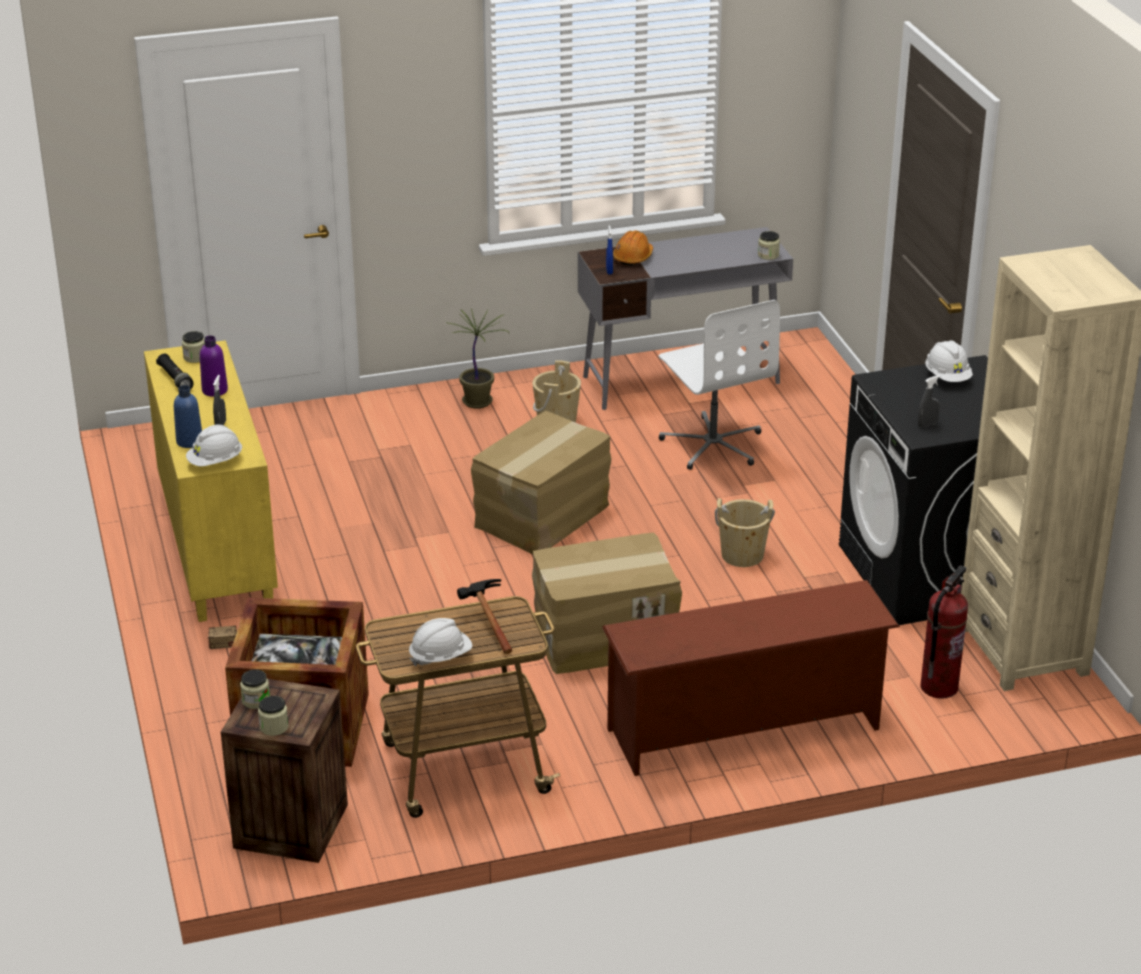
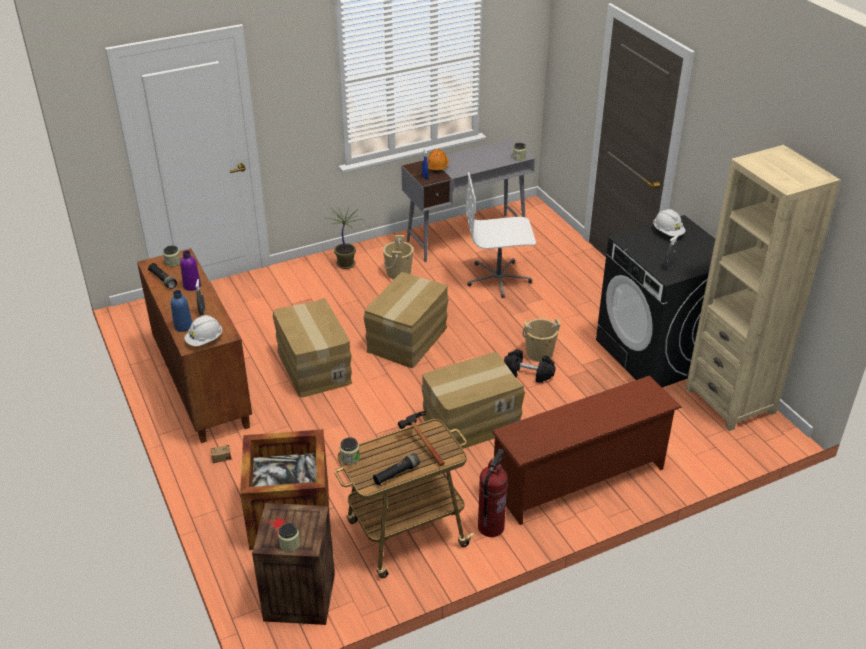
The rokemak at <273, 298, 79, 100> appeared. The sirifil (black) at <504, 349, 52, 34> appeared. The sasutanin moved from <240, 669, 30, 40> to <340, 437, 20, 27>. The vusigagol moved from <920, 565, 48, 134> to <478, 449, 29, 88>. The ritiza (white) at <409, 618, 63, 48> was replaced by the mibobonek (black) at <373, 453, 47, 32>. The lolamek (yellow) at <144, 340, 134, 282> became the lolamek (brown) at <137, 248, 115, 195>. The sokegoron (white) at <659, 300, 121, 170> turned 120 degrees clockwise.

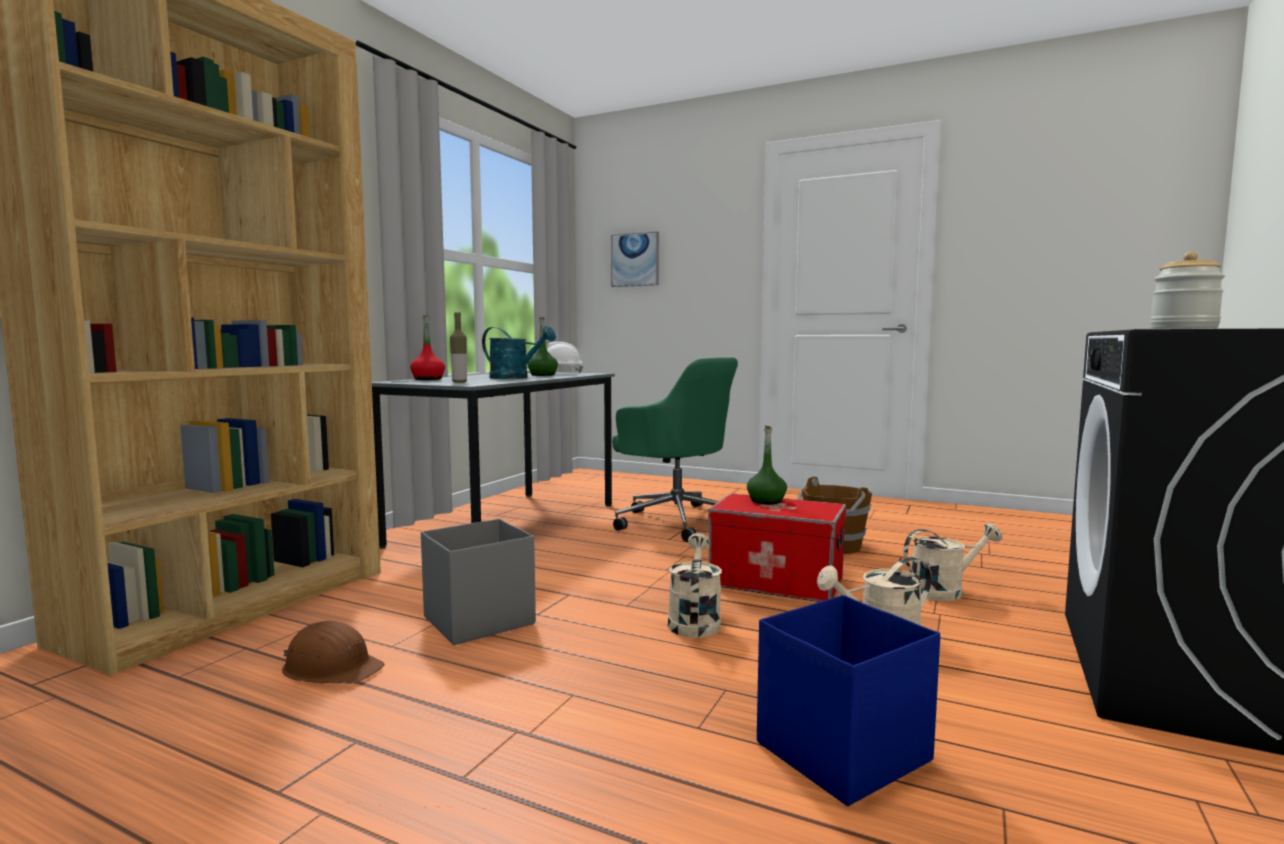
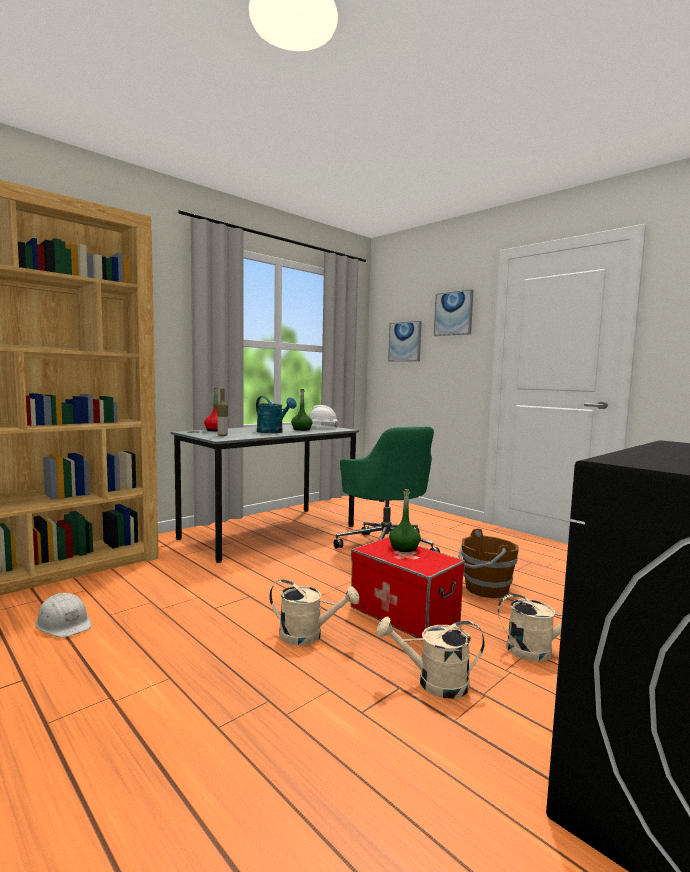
The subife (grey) at <421, 519, 115, 126> disappeared. The subife (blue) at <757, 595, 183, 211> disappeared. The sasutanin at <1150, 251, 75, 78> disappeared. The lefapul at <434, 289, 39, 47> appeared. The ritiza (brown) at <282, 621, 103, 63> became the ritiza (white) at <35, 593, 57, 45>. The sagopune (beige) at <668, 533, 54, 105> turned 75 degrees clockwise.

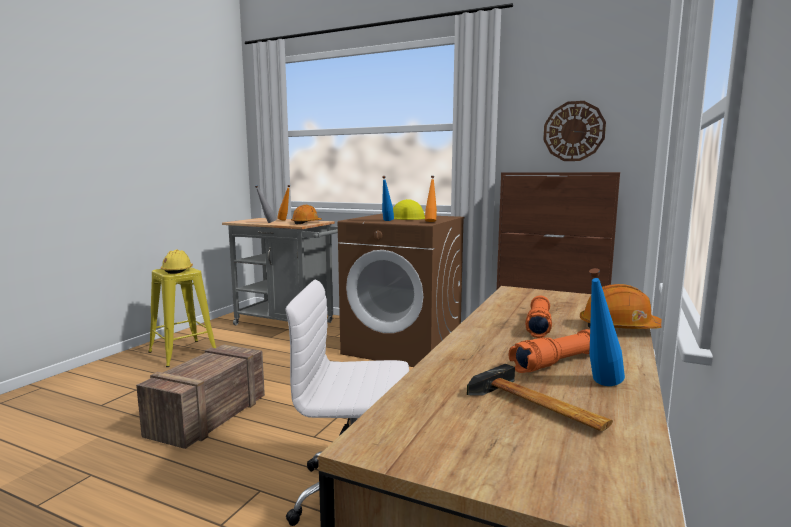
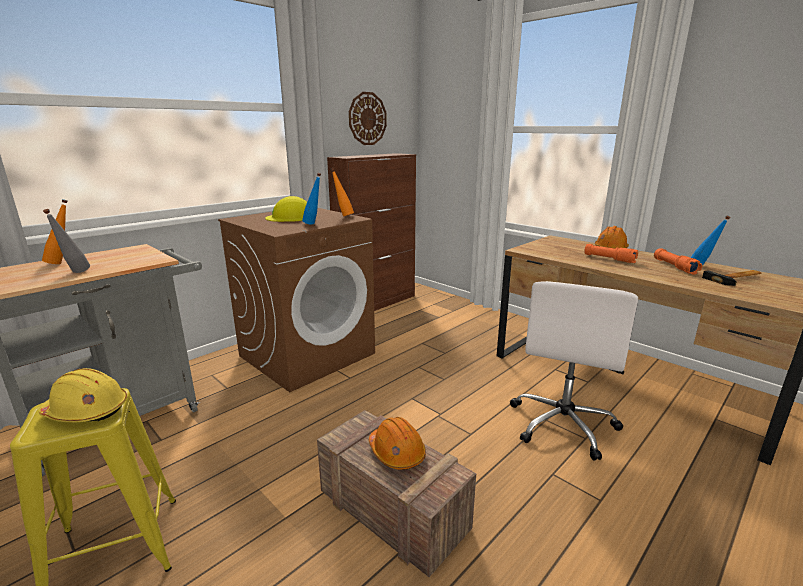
The ritiza (orange) moved from <291, 205, 31, 19> to <369, 417, 57, 53>.

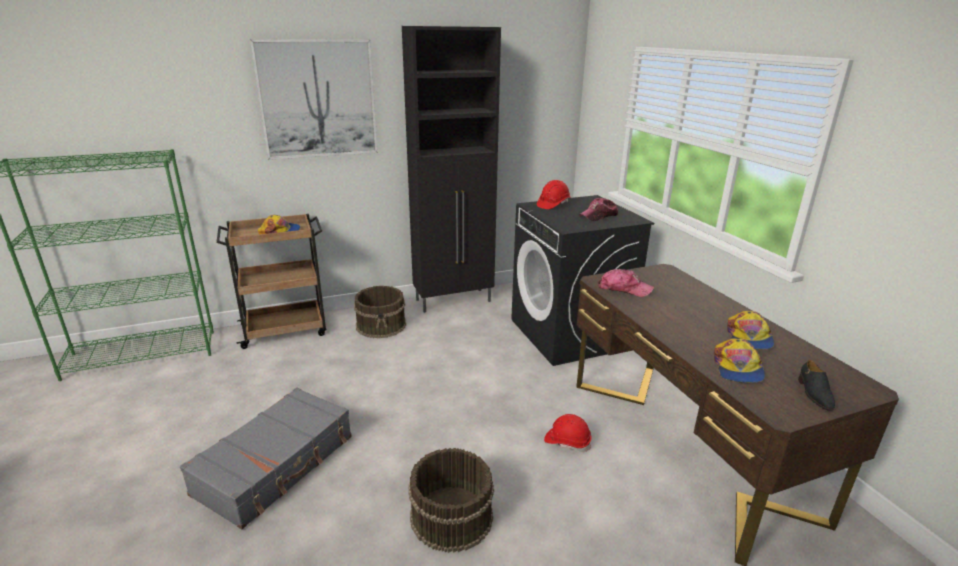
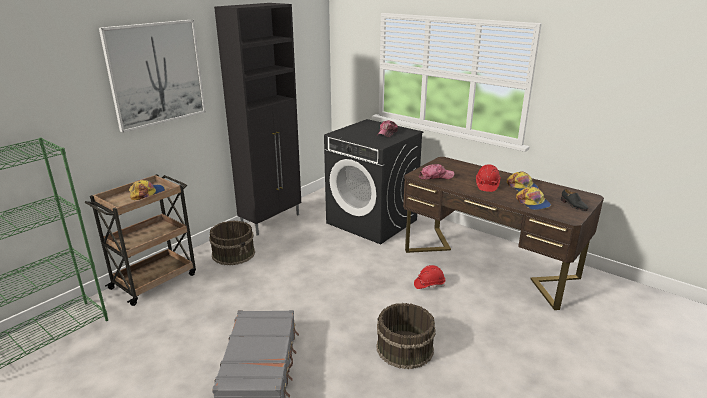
The ritiza (red) moved from <537, 180, 33, 29> to <476, 164, 25, 28>.

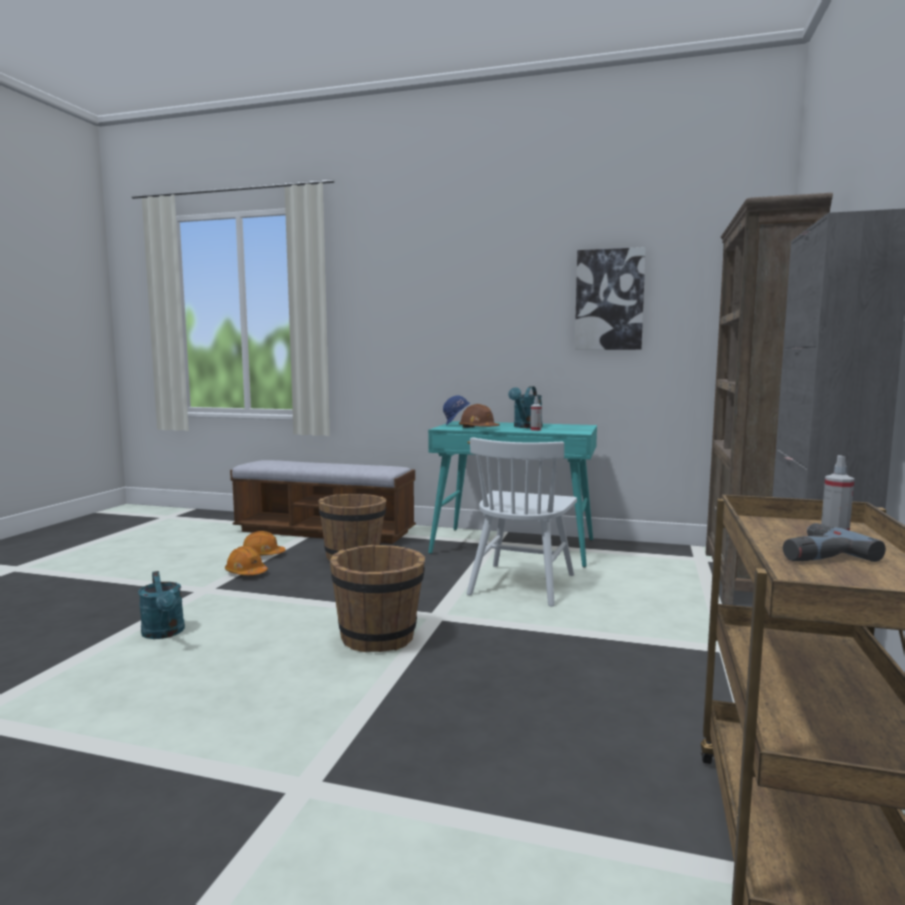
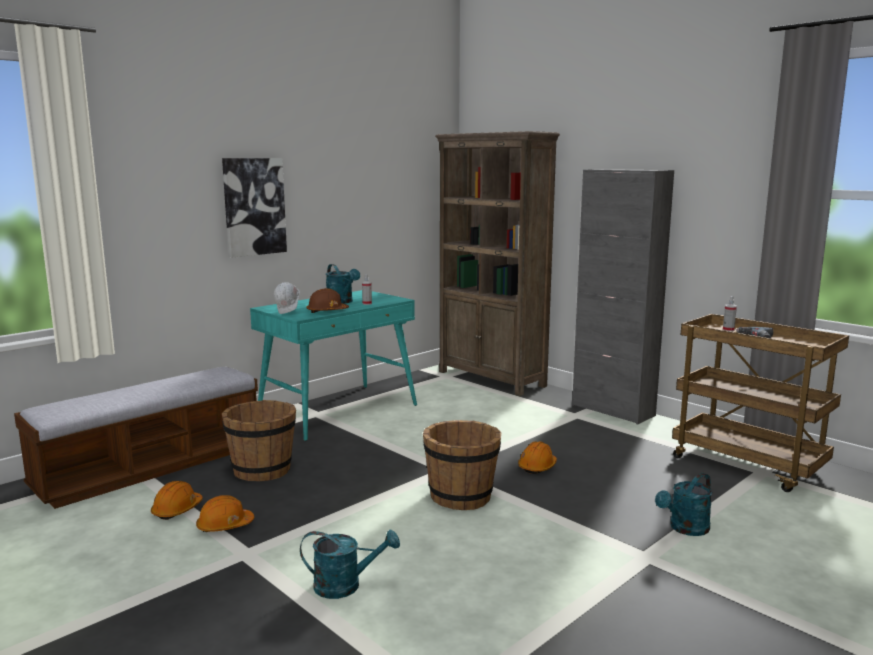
The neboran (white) at <467, 437, 110, 169> disappeared. The ritiza (orange) at <518, 441, 39, 33> appeared. The sagopune (turquoise) at <655, 473, 57, 63> appeared. The lefapul moved from <575, 247, 71, 103> to <222, 158, 65, 99>. The ritiza (blue) at <443, 395, 27, 30> became the ritiza (white) at <274, 282, 26, 32>.

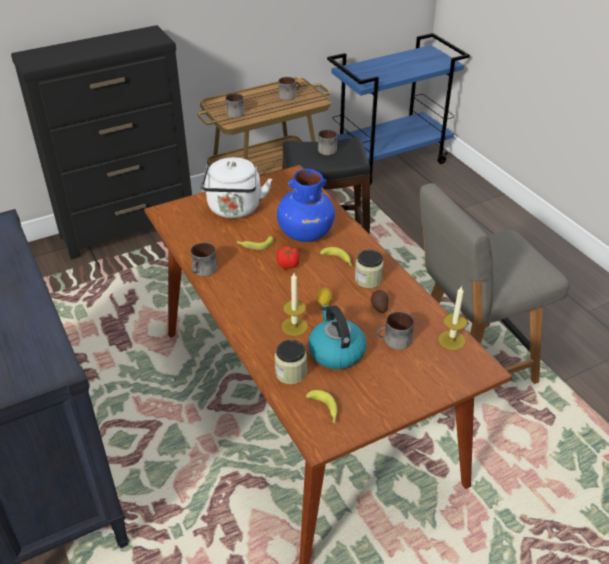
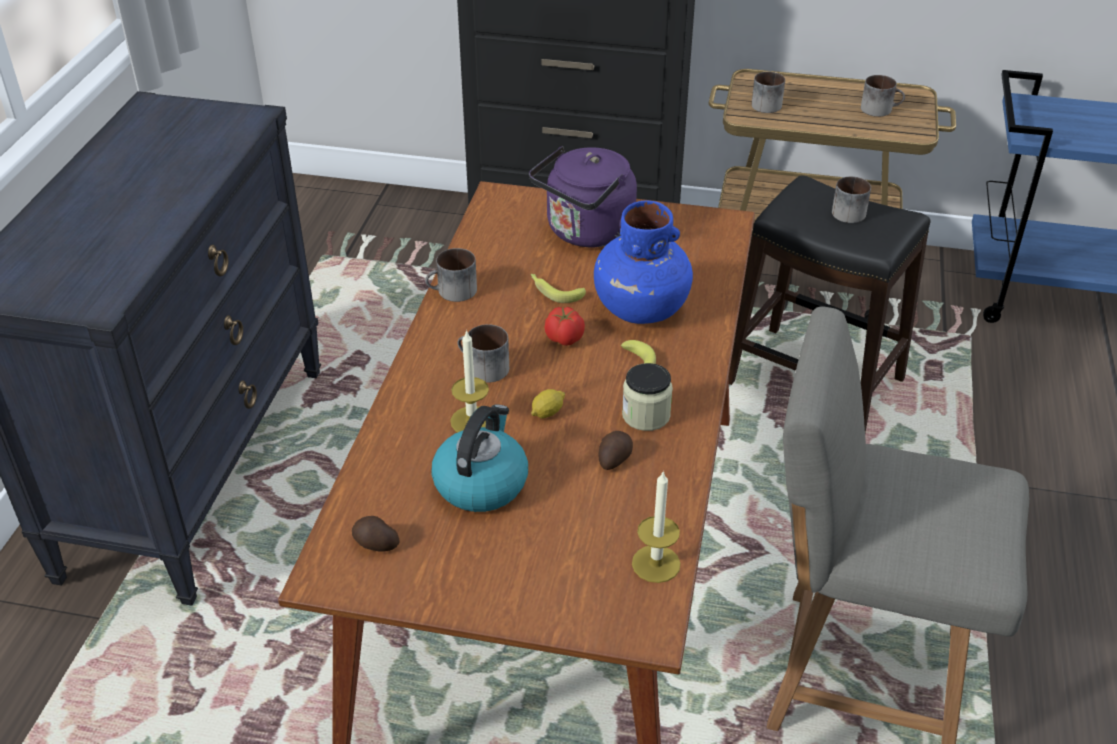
The sasutanin at <275, 340, 32, 44> disappeared. The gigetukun moved from <377, 311, 37, 39> to <457, 324, 52, 59>. The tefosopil at <306, 390, 31, 33> was replaced by the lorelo at <352, 516, 48, 36>. The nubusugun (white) at <202, 157, 70, 61> became the nubusugun (purple) at <529, 146, 108, 101>.

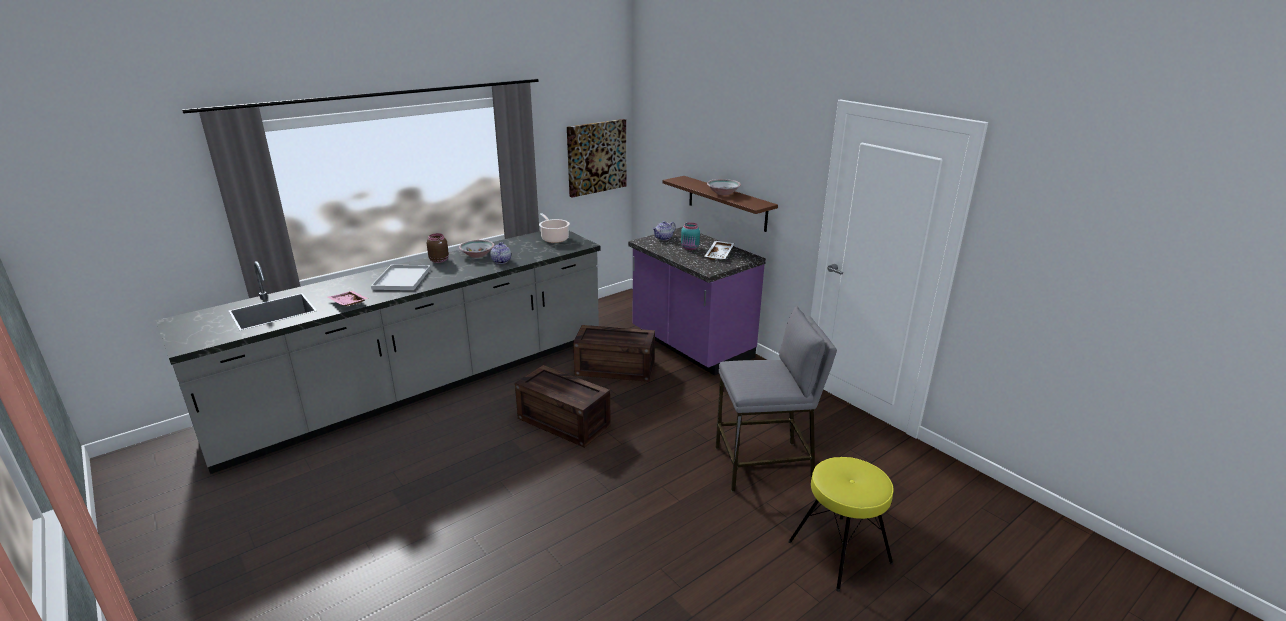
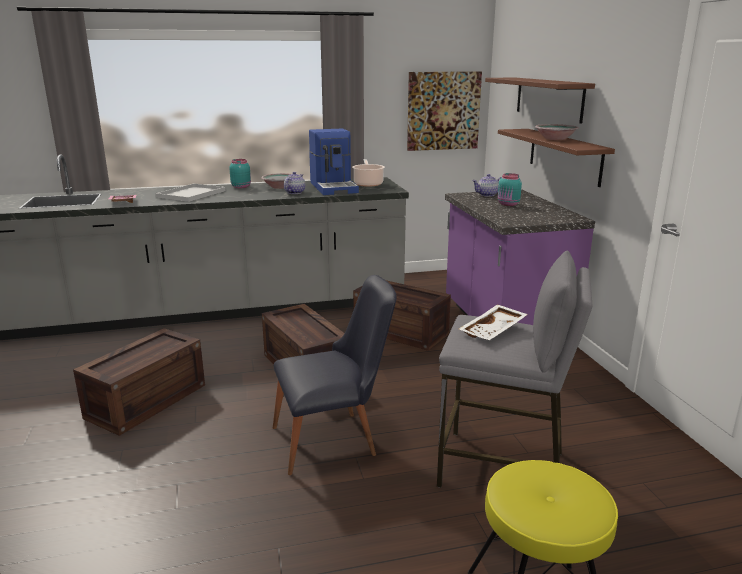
The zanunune at <73, 328, 132, 108> appeared. The neboran (black) at <273, 275, 124, 200> appeared. The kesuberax at <309, 129, 50, 66> appeared. The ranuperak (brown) at <485, 78, 110, 46> appeared. The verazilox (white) moved from <704, 241, 31, 19> to <459, 304, 69, 36>. The sasutanin (brown) at <427, 233, 22, 30> became the sasutanin (turquoise) at <229, 159, 22, 29>.

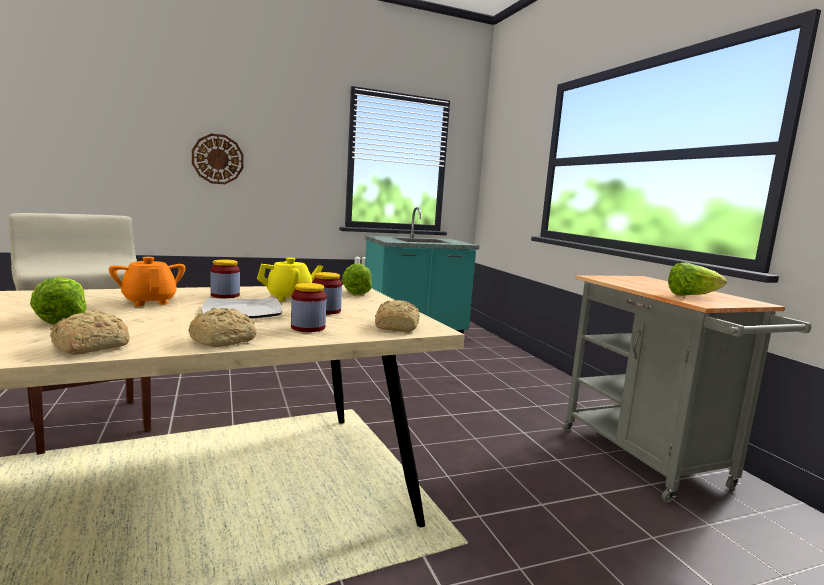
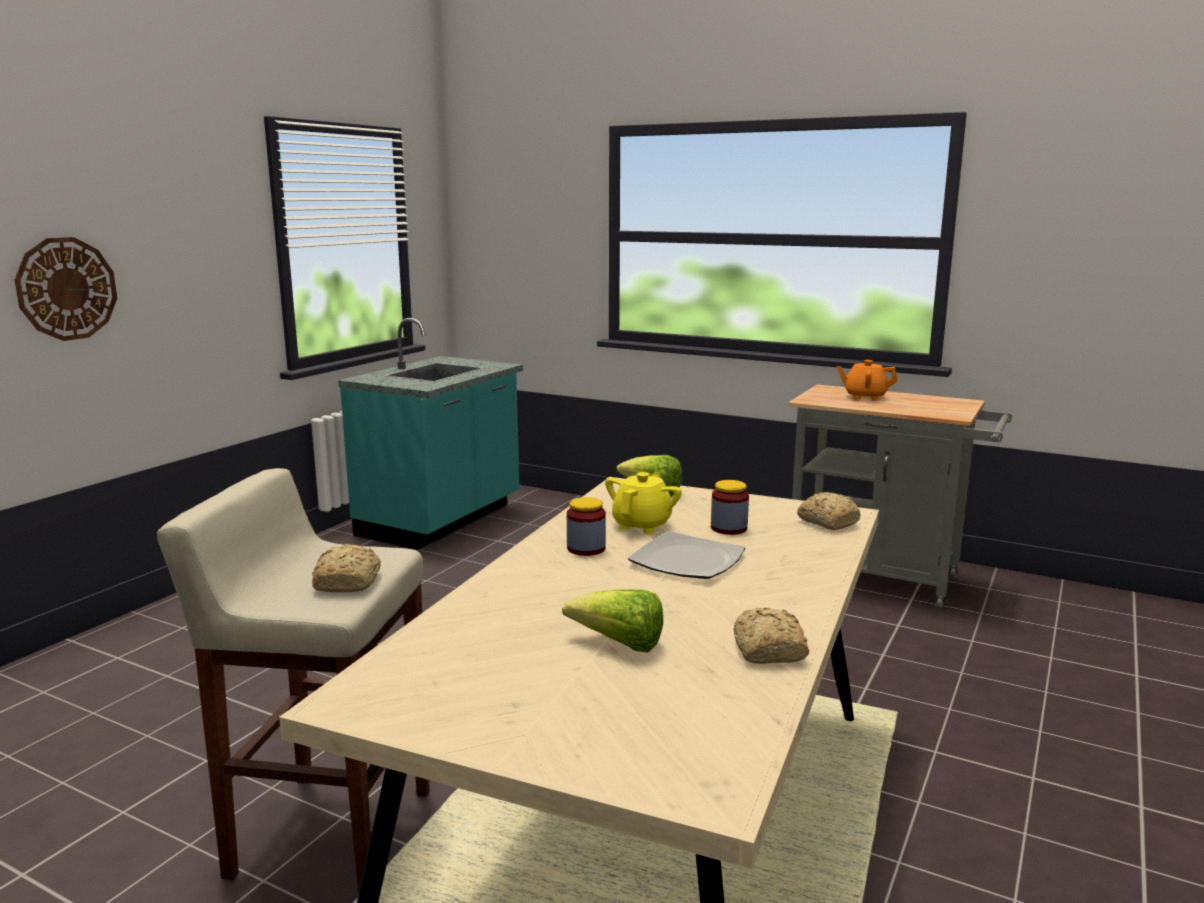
The sasutanin at <291, 283, 36, 49> disappeared. The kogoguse at <668, 262, 59, 34> disappeared. The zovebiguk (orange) moved from <109, 257, 77, 49> to <836, 360, 62, 41>. The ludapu moved from <188, 308, 69, 39> to <312, 544, 69, 48>.

